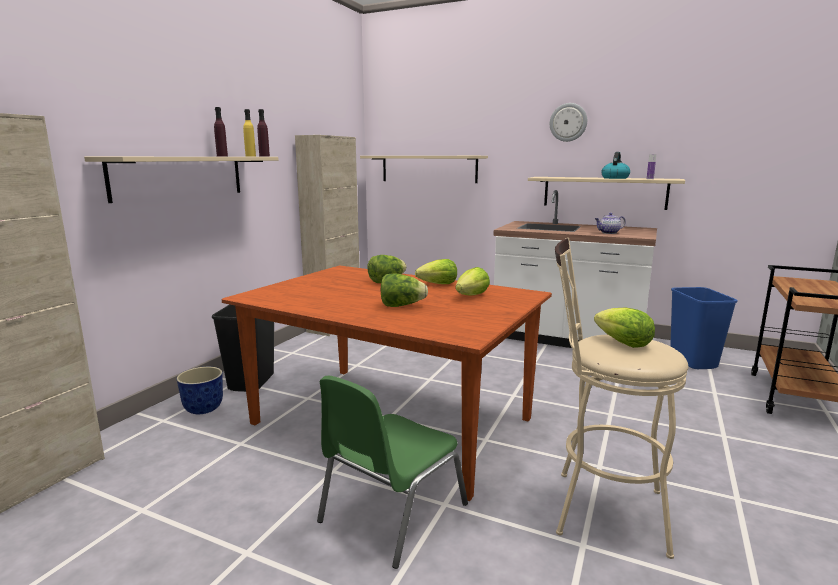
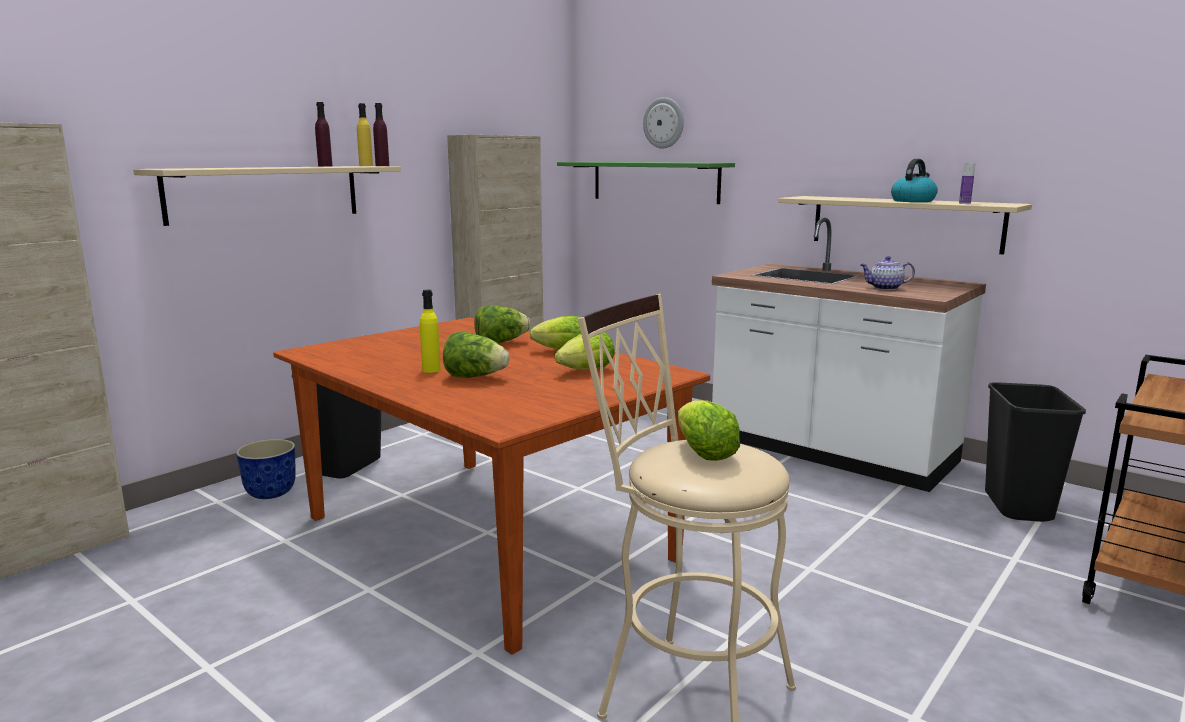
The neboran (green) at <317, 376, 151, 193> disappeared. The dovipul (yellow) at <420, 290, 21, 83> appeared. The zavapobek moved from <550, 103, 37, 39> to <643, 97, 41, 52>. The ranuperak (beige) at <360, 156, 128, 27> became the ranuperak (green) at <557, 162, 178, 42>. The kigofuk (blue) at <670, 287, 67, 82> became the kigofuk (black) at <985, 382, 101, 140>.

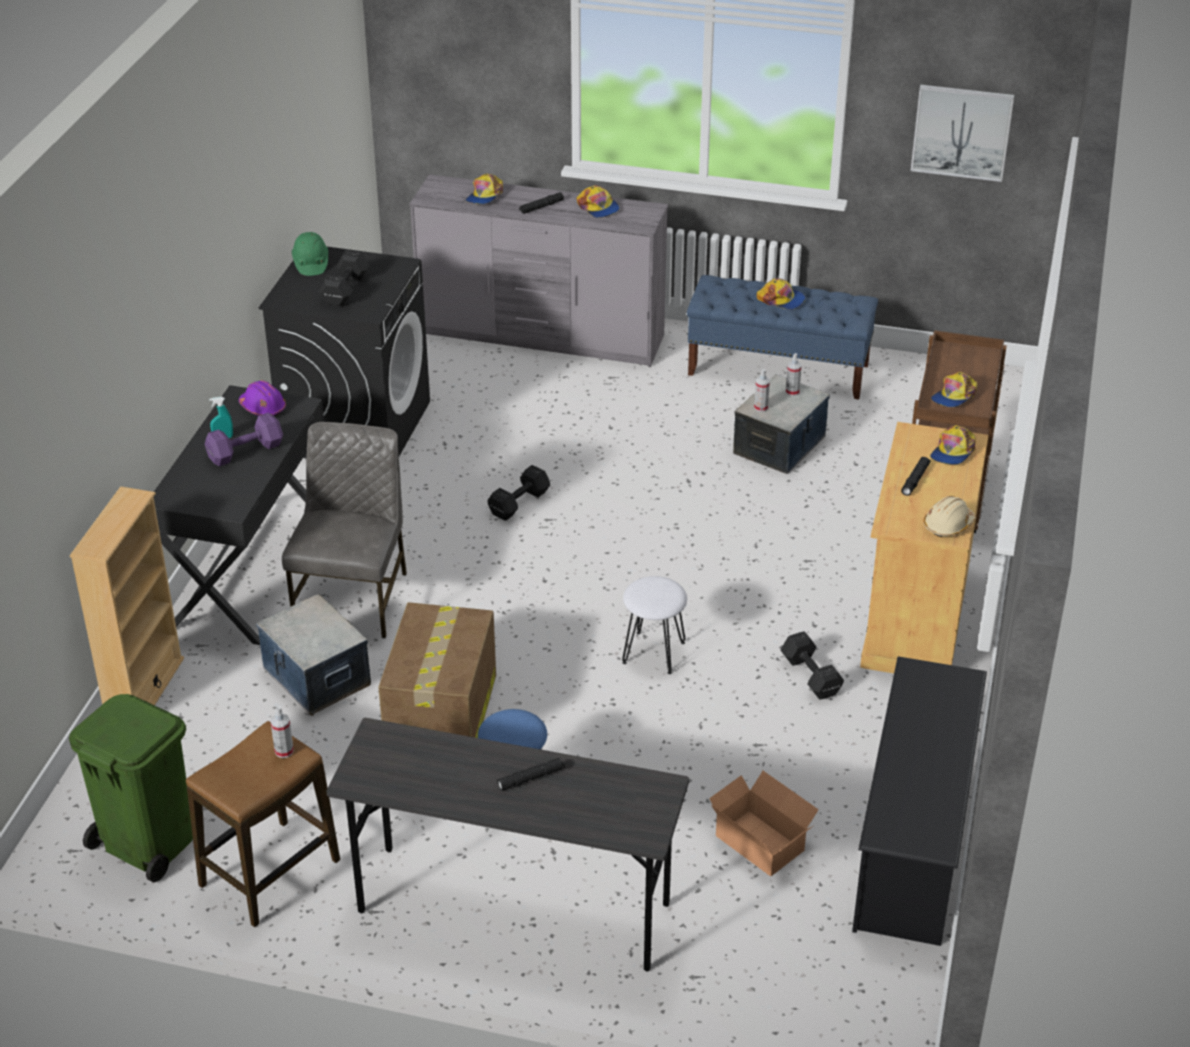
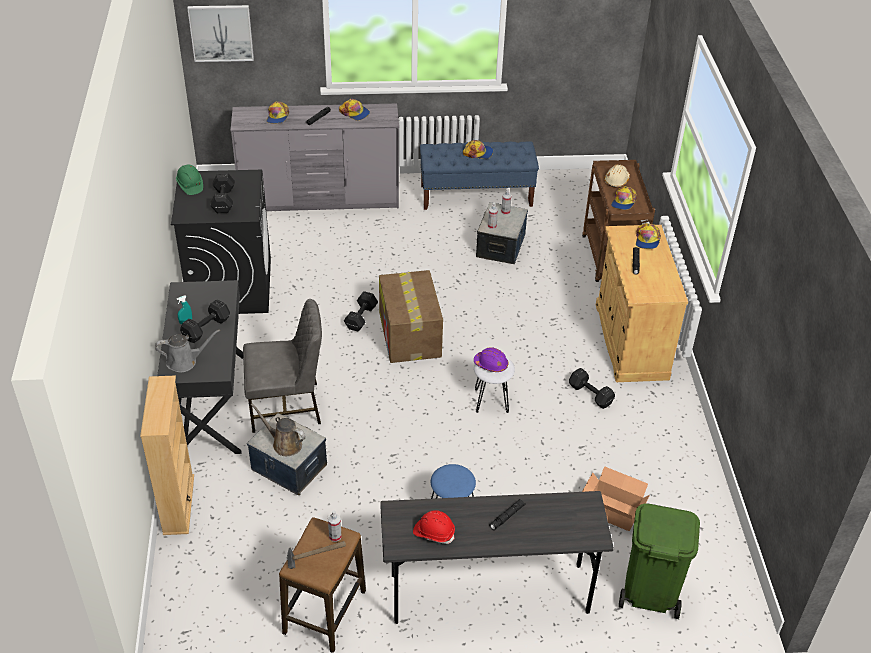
The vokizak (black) at <852, 656, 135, 290> disappeared. The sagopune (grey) at <155, 330, 65, 43> appeared. The sagopune (brown) at <251, 403, 55, 53> appeared. The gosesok at <287, 541, 59, 28> appeared. The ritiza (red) at <413, 510, 42, 34> appeared. The kigofuk (green) moved from <69, 694, 124, 188> to <619, 504, 81, 115>. The ritiza (purple) moved from <239, 380, 47, 36> to <474, 347, 34, 25>. The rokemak moved from <378, 602, 118, 136> to <379, 270, 64, 93>. The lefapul moved from <911, 85, 103, 97> to <187, 5, 67, 57>. The ritiza (beige) moved from <924, 496, 51, 41> to <604, 164, 26, 24>. The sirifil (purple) at <205, 413, 78, 53> became the sirifil (black) at <180, 299, 50, 44>. The neboran (grey) at <282, 422, 125, 216> turned 90 degrees clockwise.

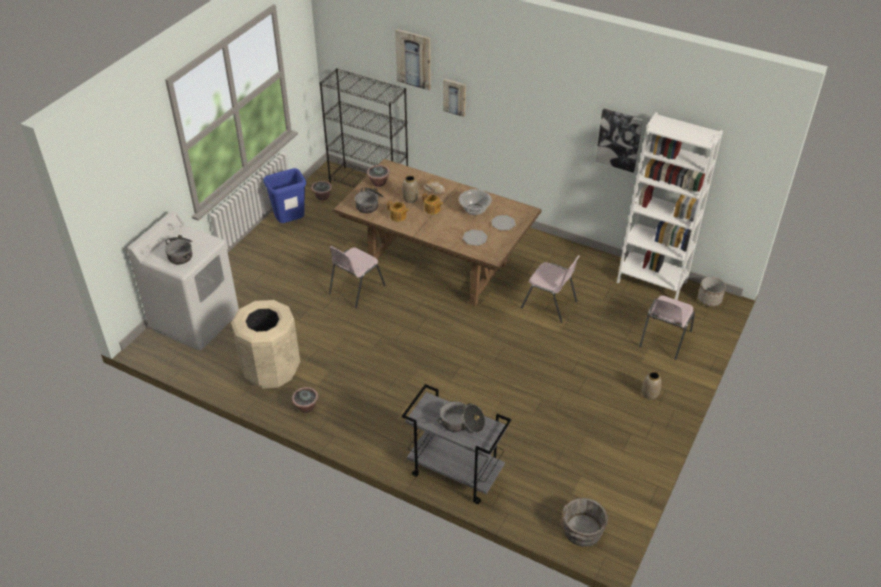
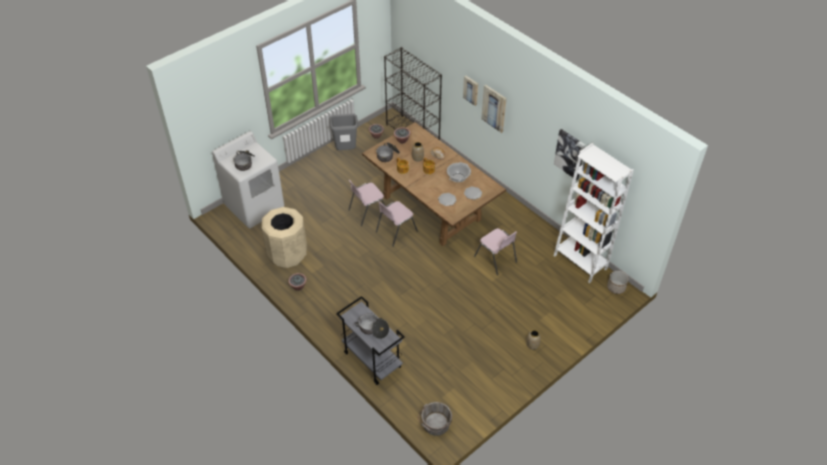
The lefapul moved from <395, 29, 36, 62> to <481, 85, 26, 48>. The neboran (pink) moved from <639, 295, 56, 65> to <376, 201, 42, 45>. The kigofuk (blue) at <263, 168, 43, 56> became the kigofuk (grey) at <330, 113, 28, 37>.

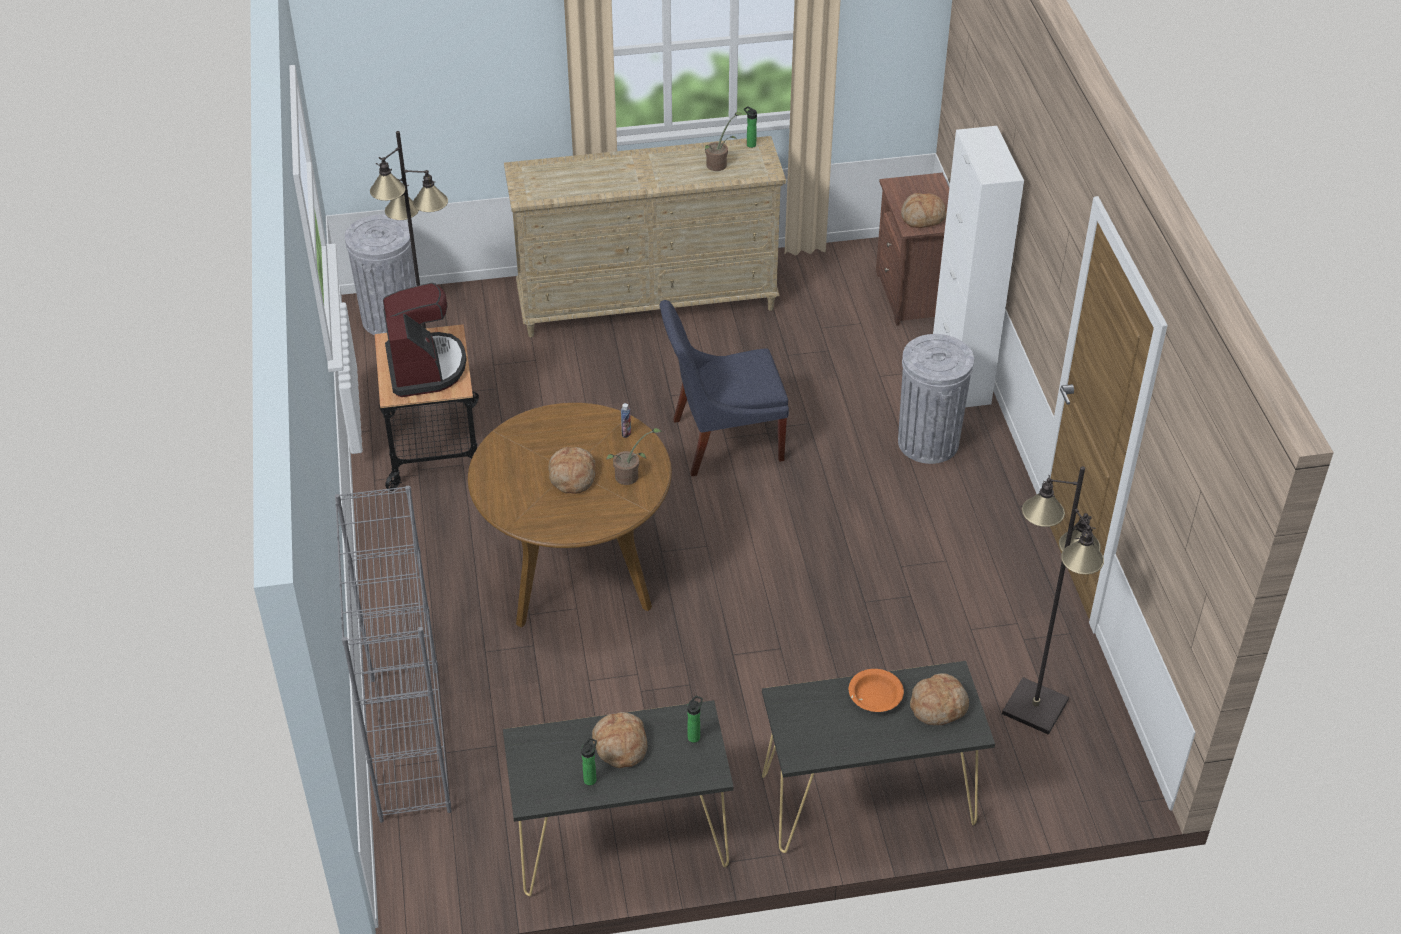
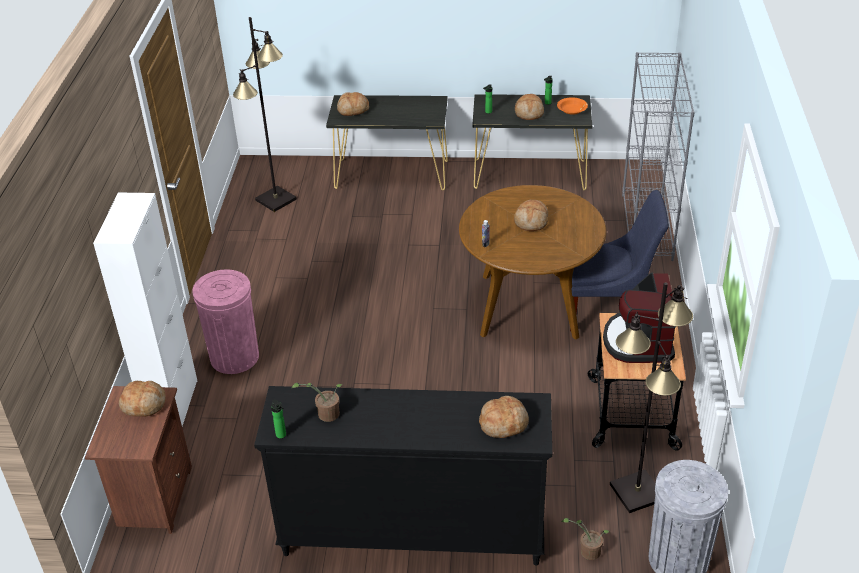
The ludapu at <479, 396, 50, 42> appeared. The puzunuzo moved from <606, 428, 56, 57> to <561, 518, 49, 42>. The neboran (blue) moved from <659, 300, 130, 176> to <570, 190, 99, 141>. The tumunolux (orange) moved from <849, 669, 55, 43> to <557, 97, 31, 18>. The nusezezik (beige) at <504, 136, 282, 201> became the nusezezik (black) at <254, 386, 298, 180>. The kigofuk (grey) at <898, 334, 76, 130> became the kigofuk (pink) at <192, 269, 67, 105>.

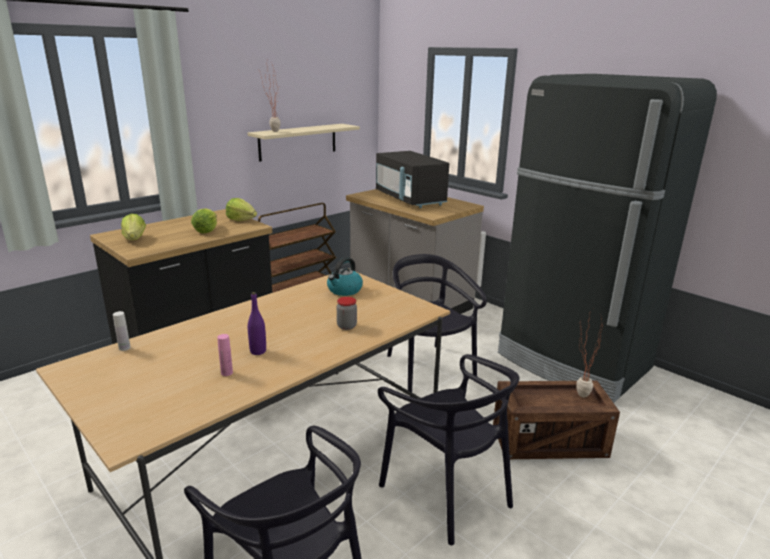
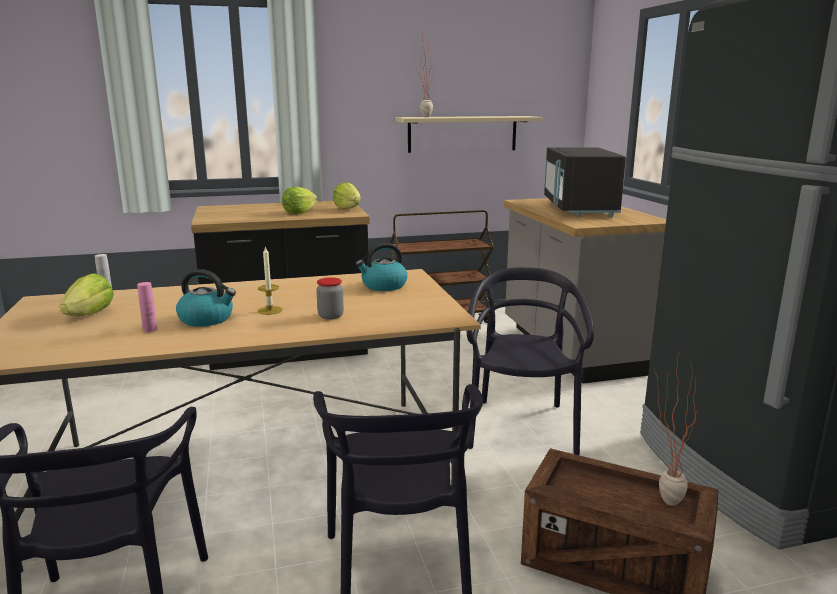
The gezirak at <258, 246, 24, 69> appeared. The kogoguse moved from <121, 214, 25, 26> to <60, 273, 54, 43>. The dovipul (purple) at <248, 292, 18, 63> was replaced by the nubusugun at <176, 270, 60, 57>.

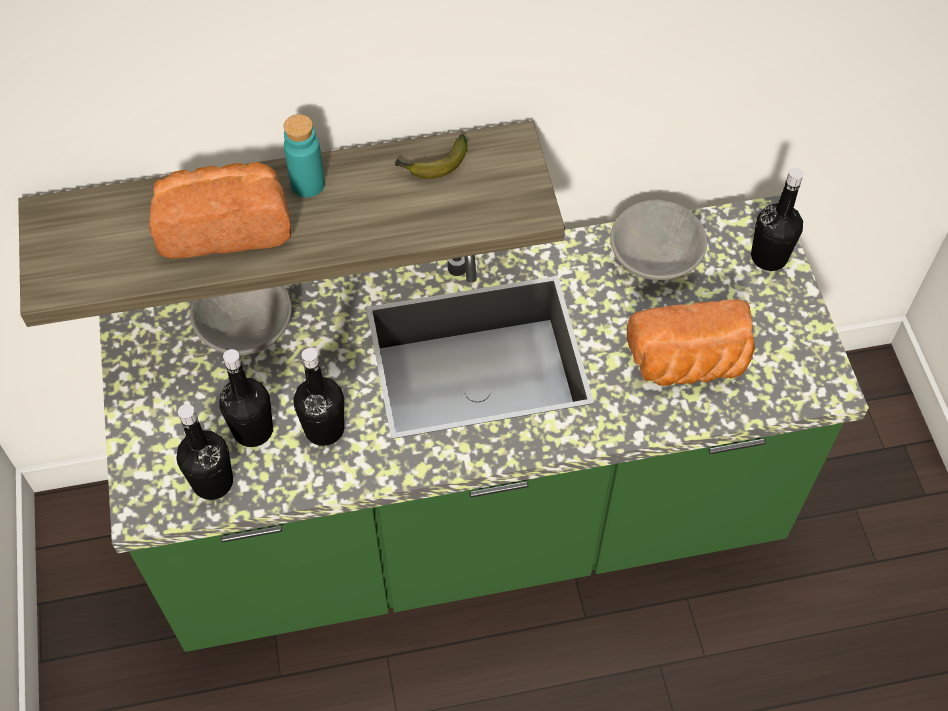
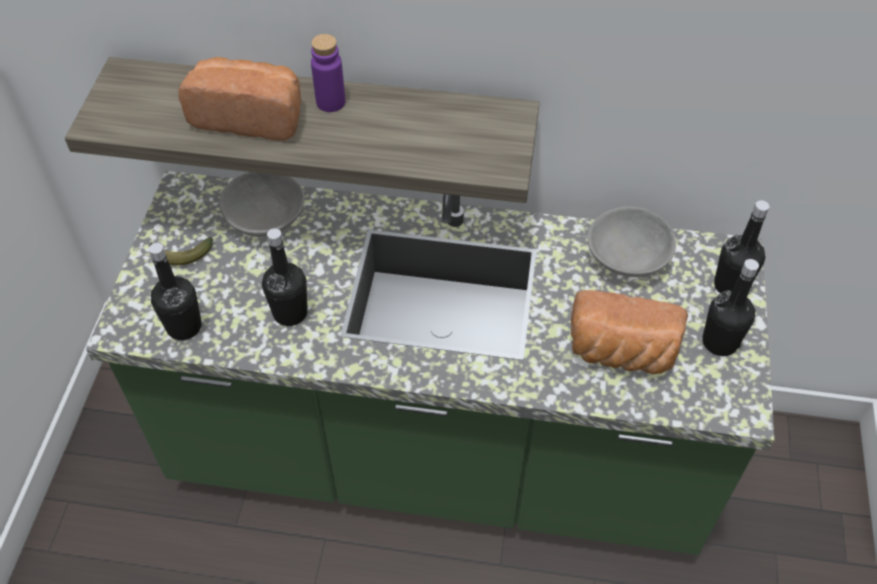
The dovipul (black) moved from <219, 349, 54, 98> to <702, 259, 57, 97>. The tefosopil moved from <395, 134, 72, 45> to <149, 237, 64, 28>. The dovipul (turquoise) at <284, 114, 41, 83> became the dovipul (purple) at <311, 34, 34, 78>.

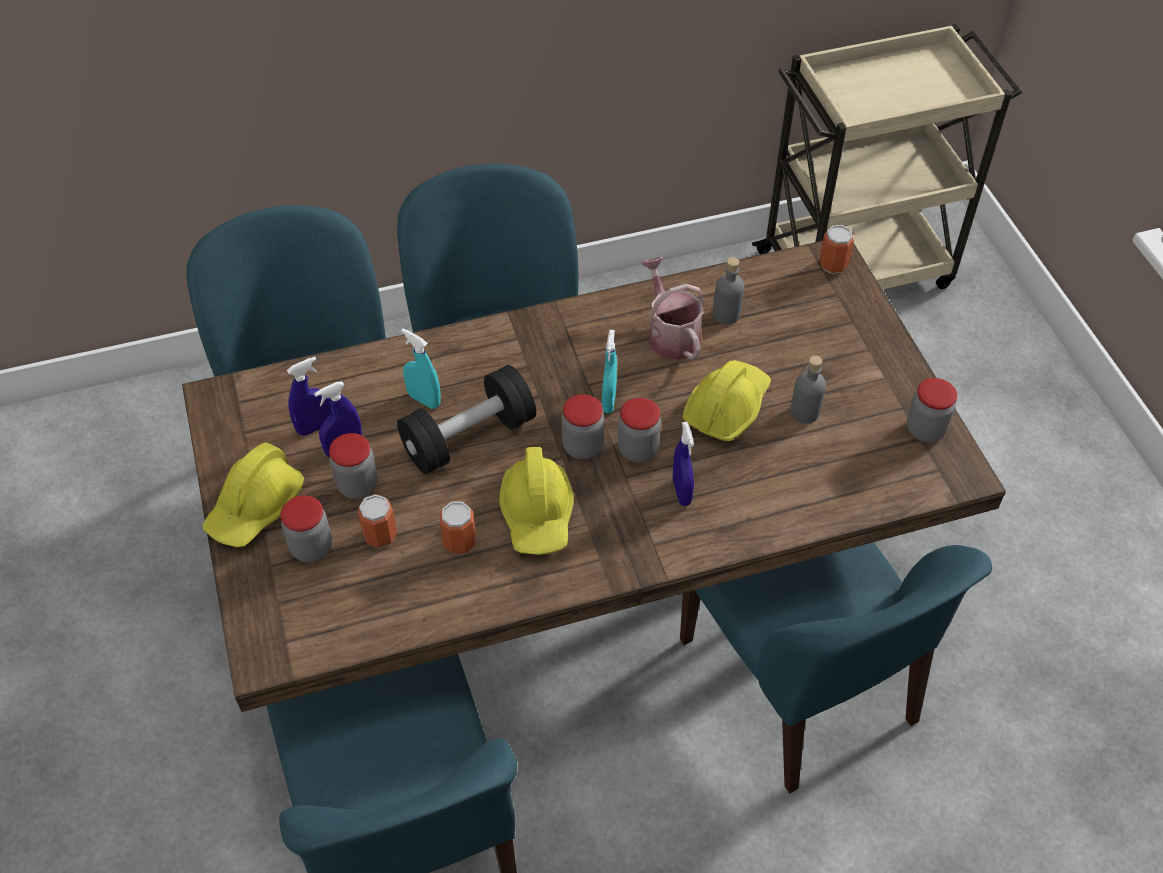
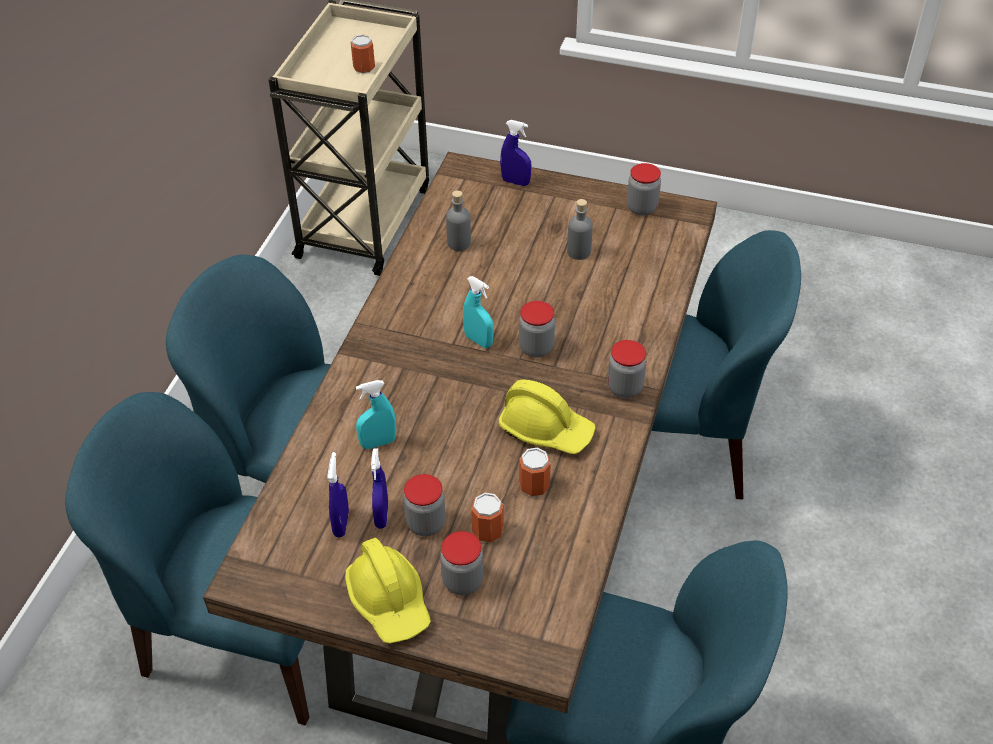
The sirifil (black) at <397, 365, 139, 109> disappeared. The sagopune at <641, 257, 64, 103> disappeared. The ritiza (yellow) at <683, 360, 88, 81> disappeared. The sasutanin moved from <562, 395, 42, 64> to <608, 340, 39, 58>. The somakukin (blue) moved from <673, 422, 21, 84> to <500, 120, 31, 66>. The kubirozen moved from <819, 225, 35, 49> to <351, 34, 24, 40>.

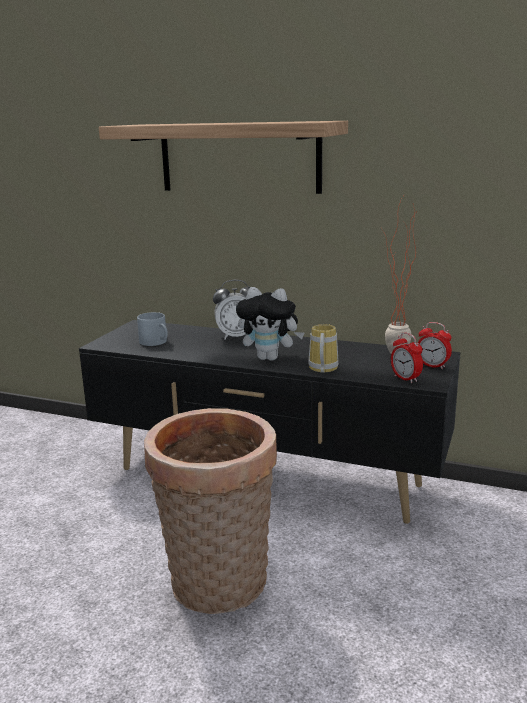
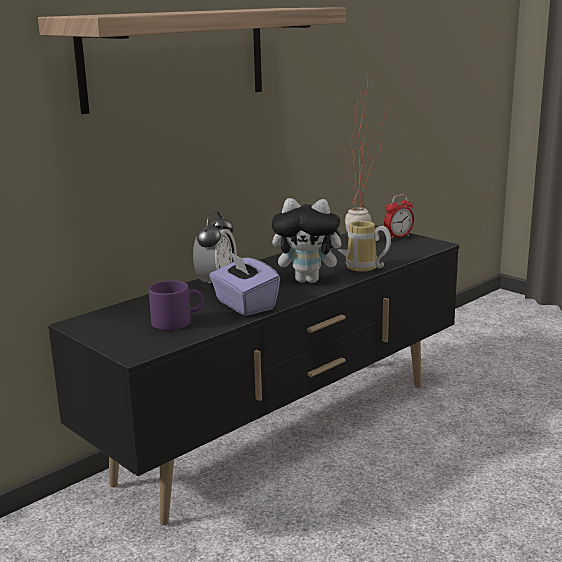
The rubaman at <144, 408, 133, 206> disappeared. The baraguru at <391, 332, 32, 51> disappeared. The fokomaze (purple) at <209, 251, 71, 65> appeared. The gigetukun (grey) at <137, 312, 31, 34> became the gigetukun (purple) at <149, 281, 55, 49>. The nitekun at <236, 287, 68, 74> turned 60 degrees clockwise.

